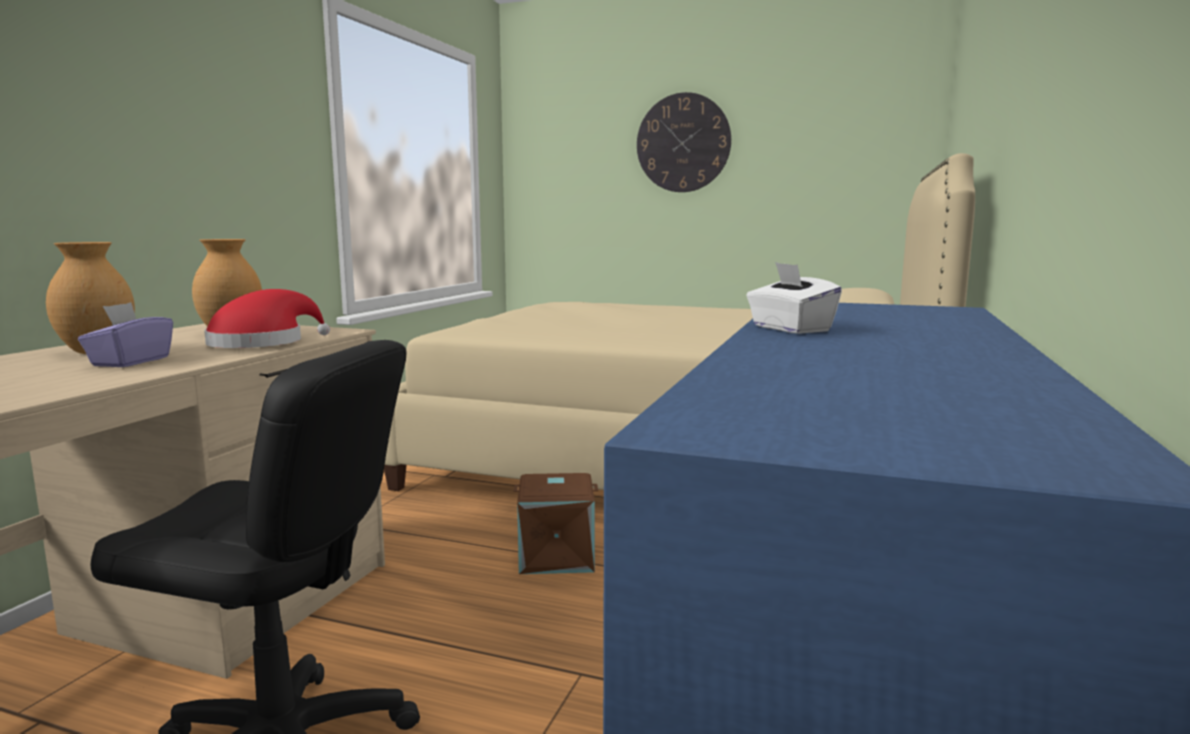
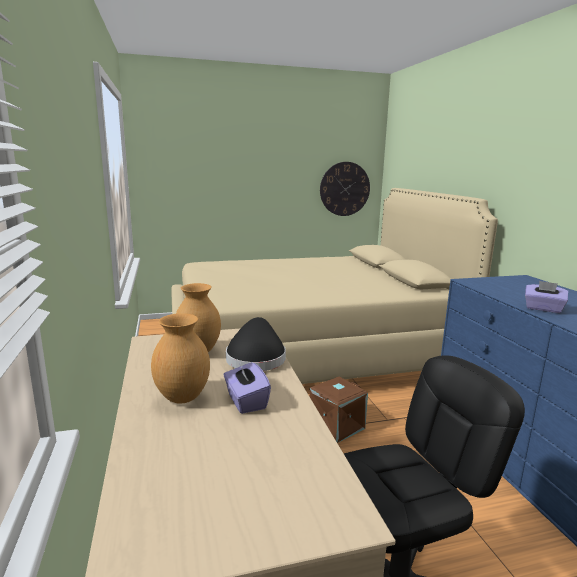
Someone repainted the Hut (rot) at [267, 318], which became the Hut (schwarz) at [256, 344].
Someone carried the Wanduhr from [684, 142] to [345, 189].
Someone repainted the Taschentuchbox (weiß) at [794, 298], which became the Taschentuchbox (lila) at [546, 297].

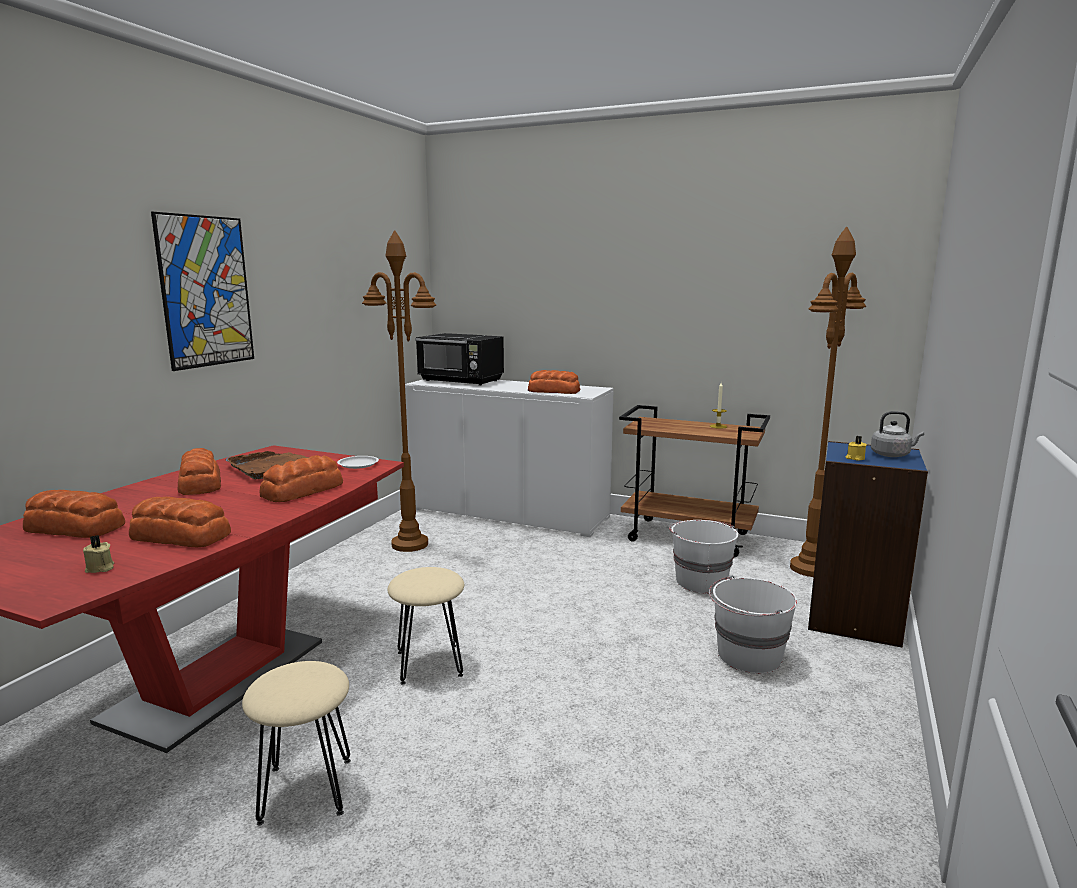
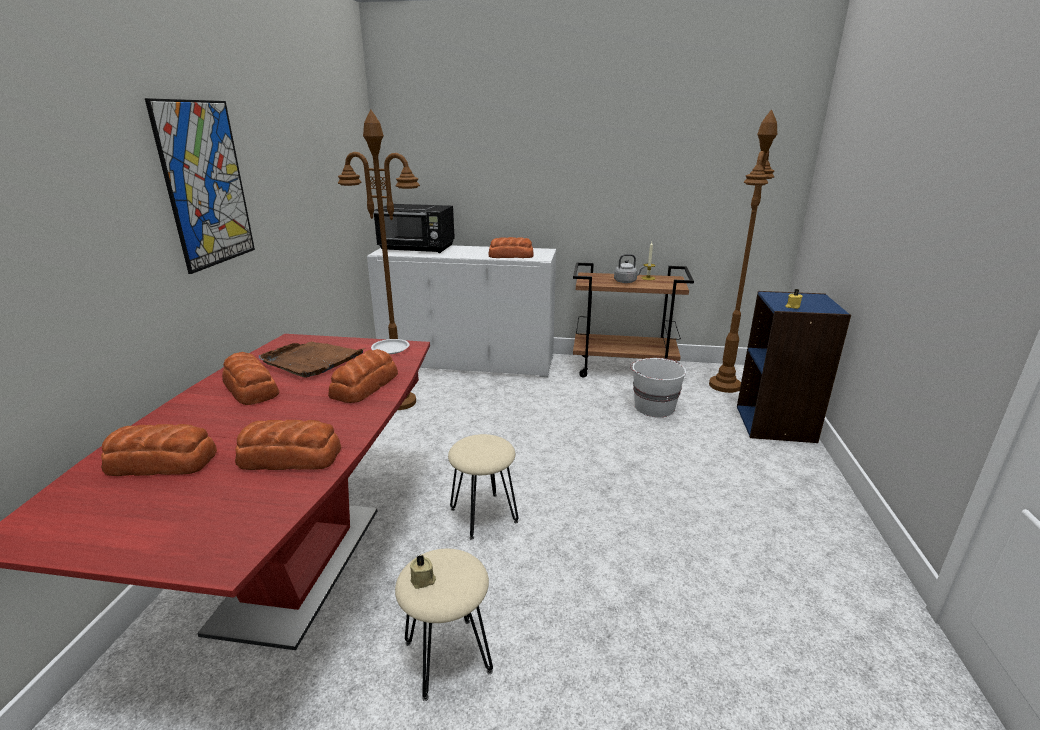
Someone carried the Kerze (beige) from [98, 554] to [423, 572].
Someone carried the Wasserkessel (grau) from [897, 434] to [629, 268].
Someone took away the Eimer (weiß) at [753, 625].

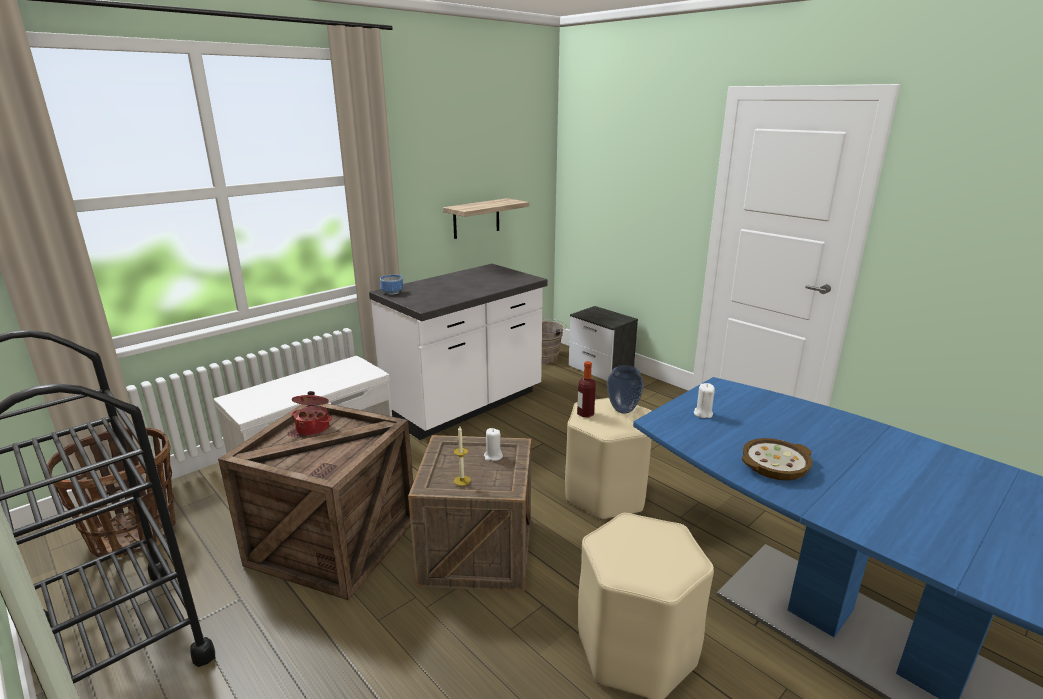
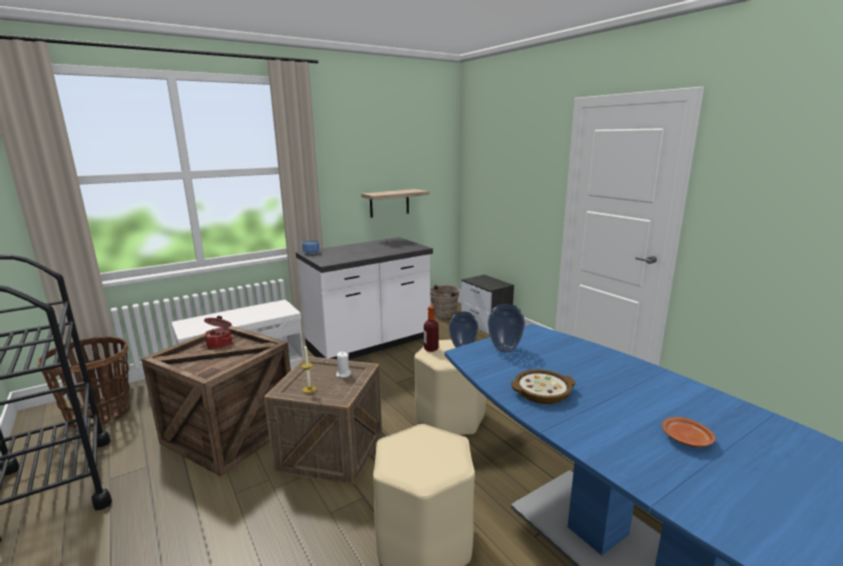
Someone swapped the Kerze (weiß) at [704, 400] for the Vase at [506, 328].
Someone put down the Teller (braun) at [689, 432].

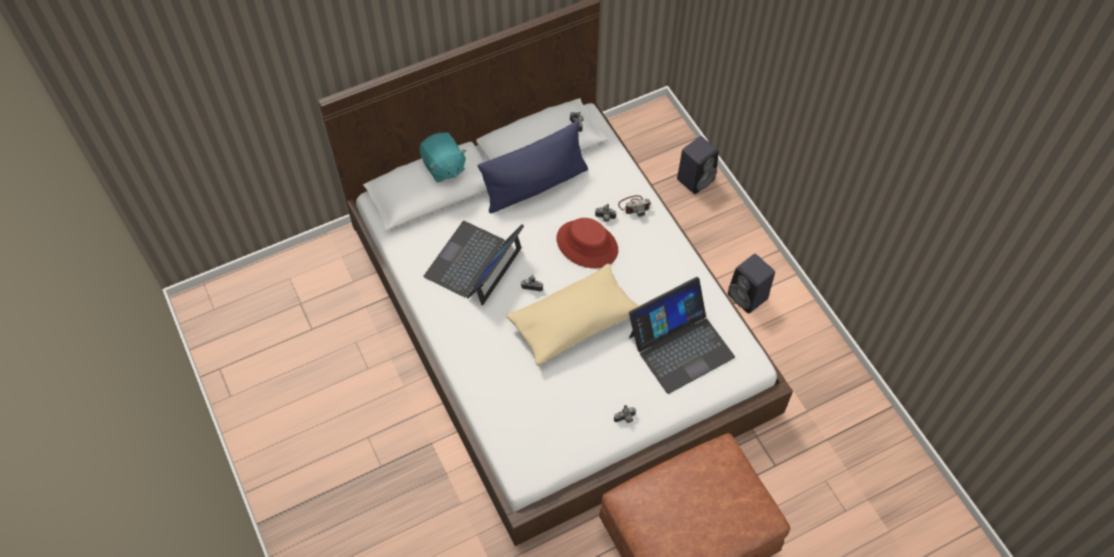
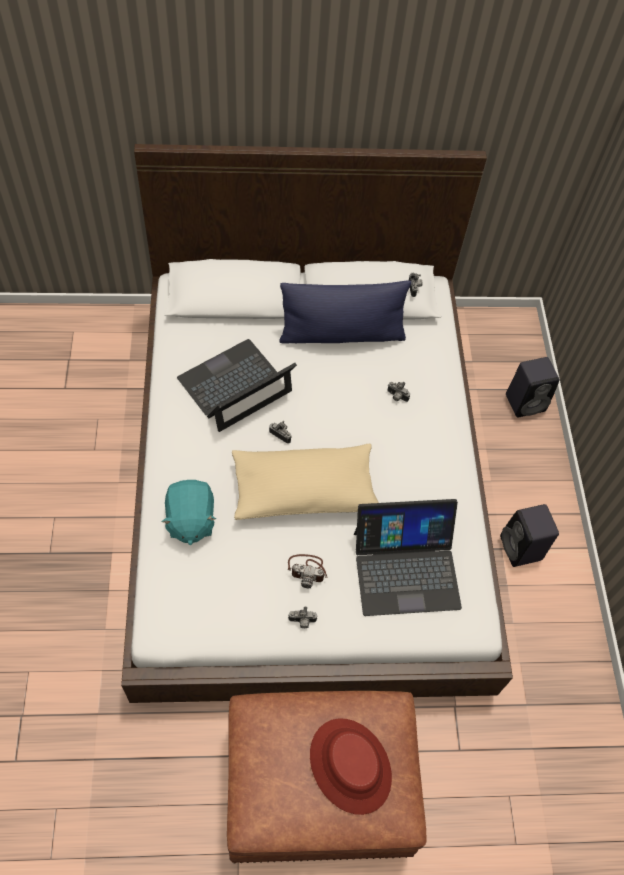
Someone carried the Plüschtier (türkis) from [443, 157] to [188, 512].
Someone carried the Kamera from [635, 206] to [308, 571].
Someone carried the Hut (rot) from [587, 243] to [351, 766].

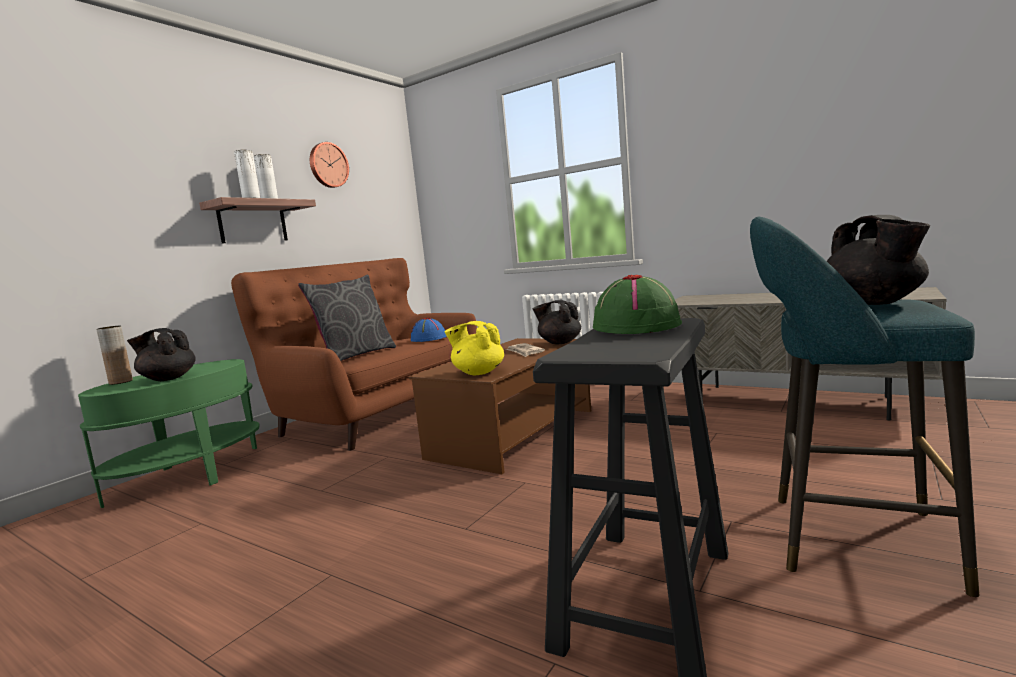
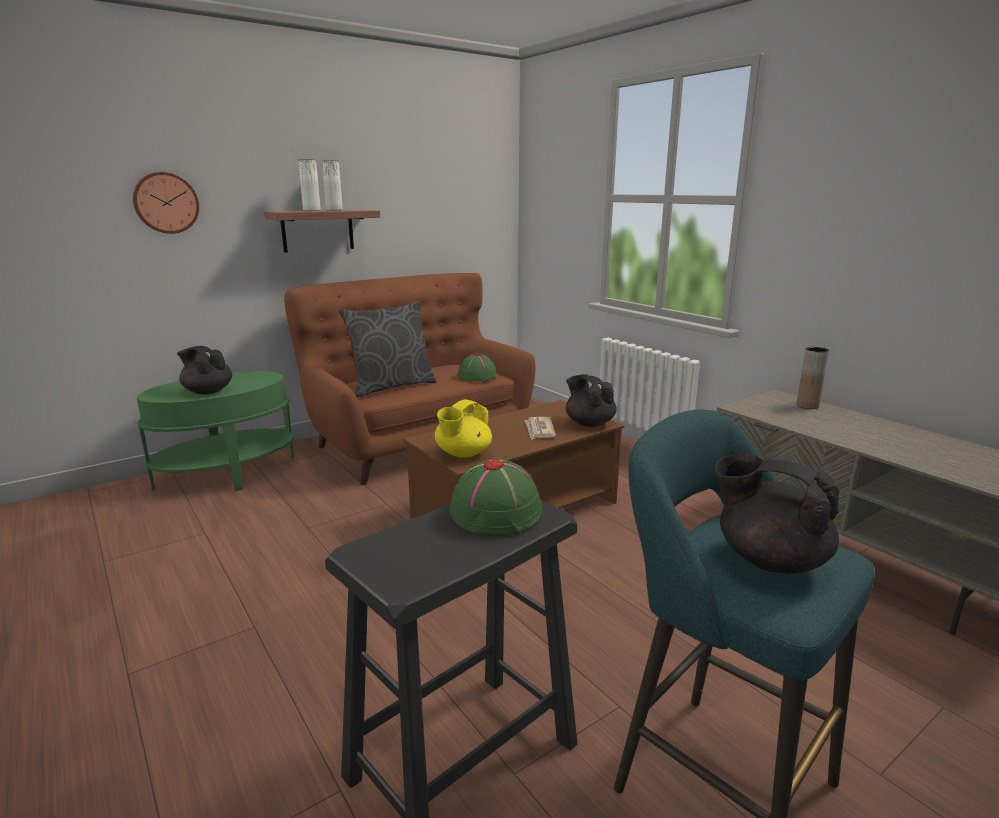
Someone carried the Wanduhr from [329, 165] to [166, 203].
Someone rotated the Teekanne (gelb) at [474, 348] by 105 degrees counterclockwise.
Someone repainted the Hut (blau) at [429, 329], which became the Hut (grün) at [477, 367].
Someone rotated the Teekanne (schwarz) at [878, 260] by 105 degrees clockwise.
Someone carried the Vase (braun) from [114, 355] to [813, 378].

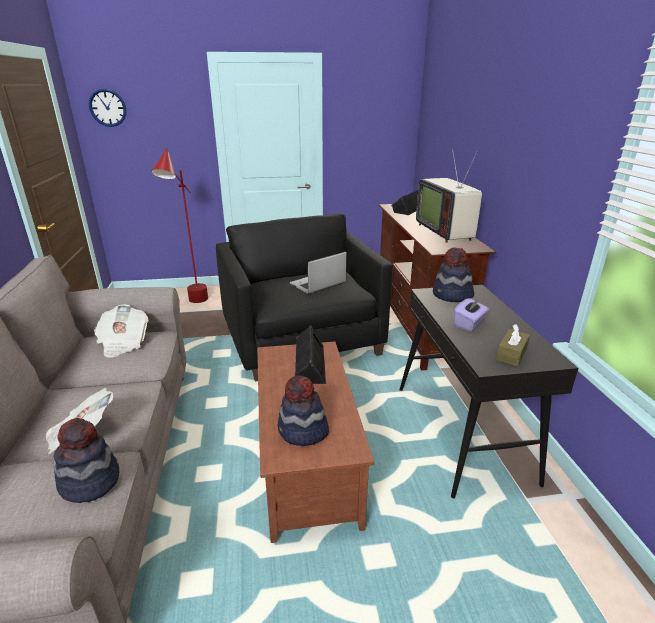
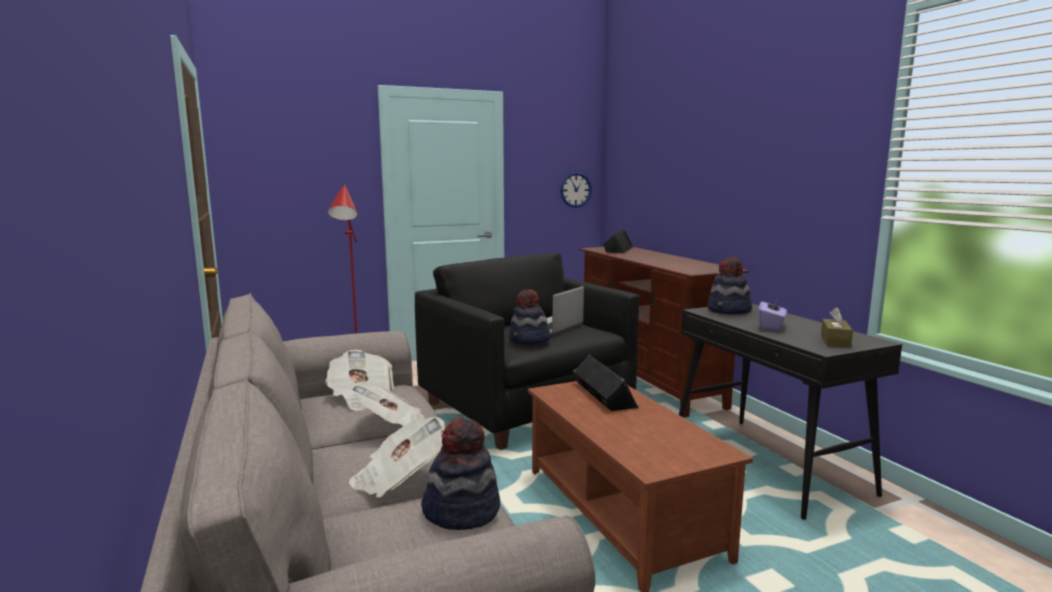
Someone put down the Zeitung at [387, 405].
Someone carried the Hut from [303, 410] to [530, 316].
Someone carried the Wanduhr from [108, 108] to [576, 190].
Someone took away the Fernseher at [449, 196].

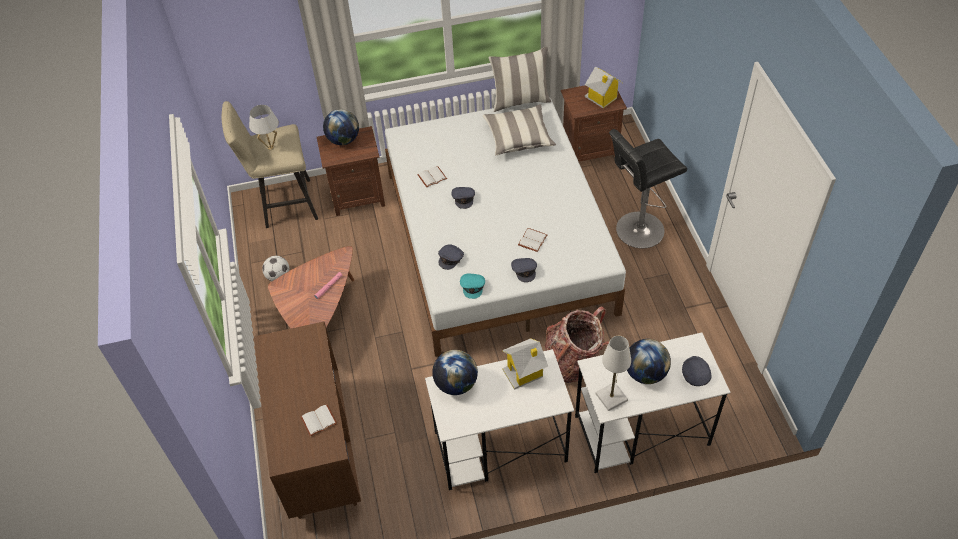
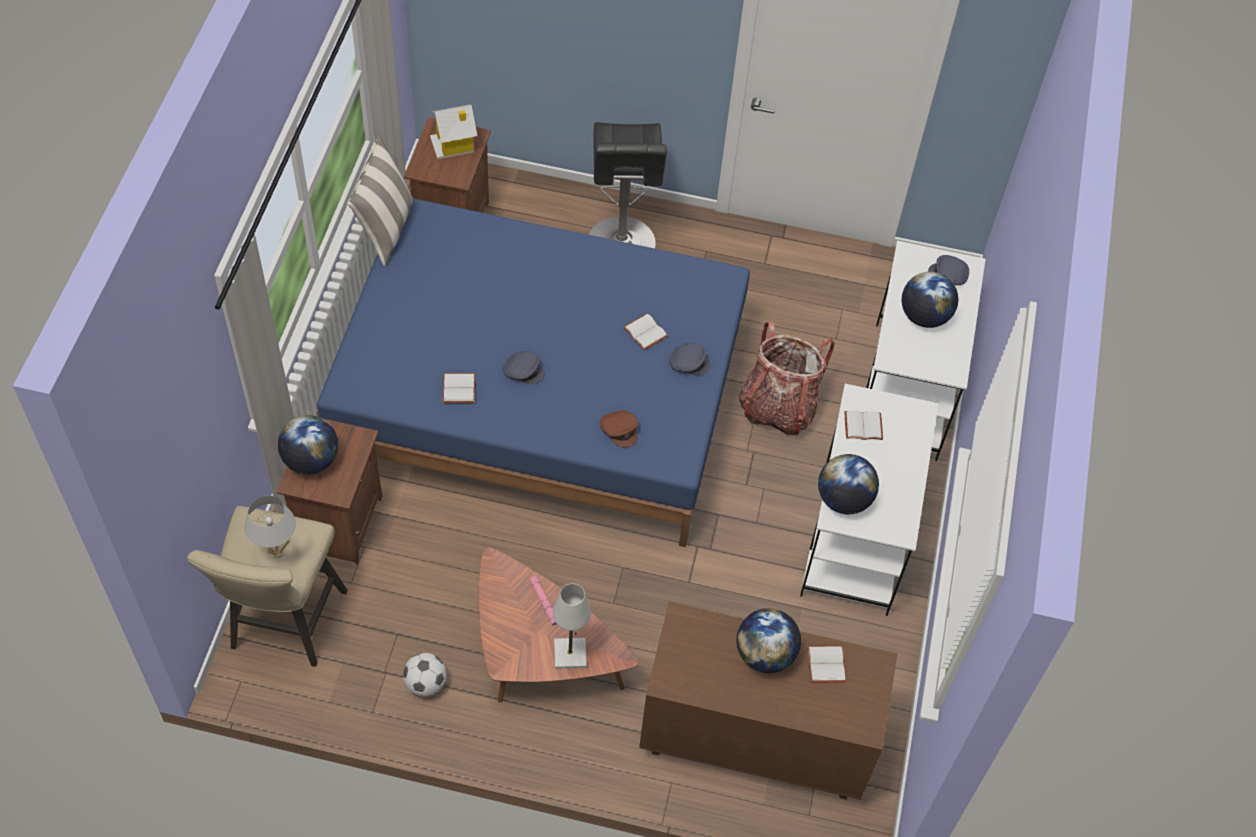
Someone repainted the Bett (weiß) at [505, 227], which became the Bett (blau) at [533, 373].
Someone carried the Tischlampe (weiß) from [613, 373] to [572, 626].
Someone repainted the Kappe (grau) at [451, 257], which became the Kappe (braun) at [618, 428].
Someone put down the Globus at [769, 640].
Someone swapped the Spielzeughaus at [525, 364] for the Buch (weiß) at [863, 425].
Someone took away the Kappe (türkis) at [472, 286].
Someone took away the Kissen at [519, 129].

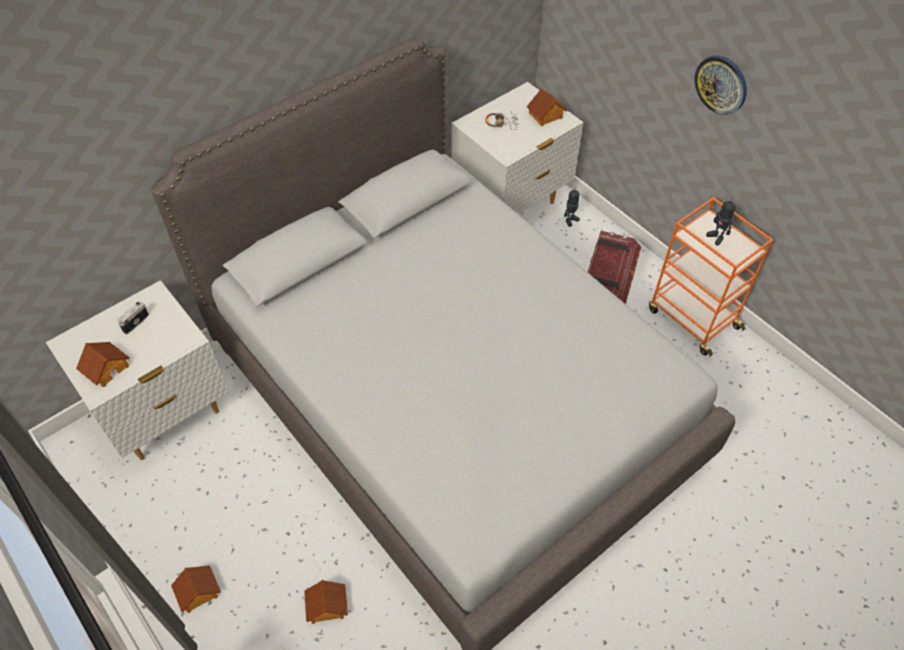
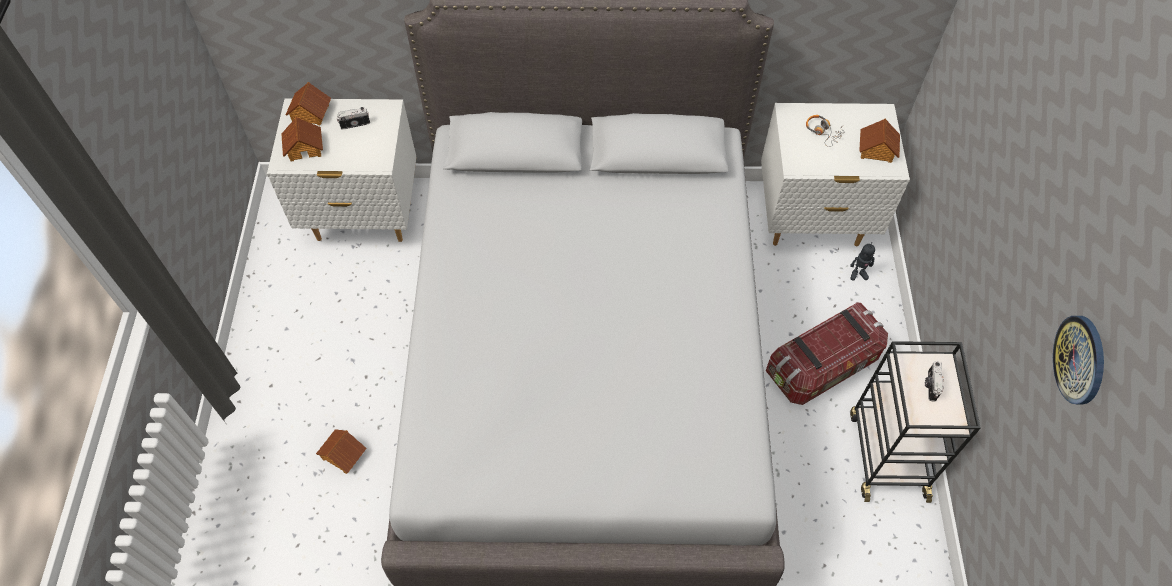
Someone carried the Spielzeughaus from [196, 589] to [308, 103].
Someone repainted the Rollwagen (orange) at [711, 277], which became the Rollwagen (schwarz) at [915, 422].
Someone swapped the Spielzeugroboter at [720, 221] for the Kamera at [934, 381].
Someone carried the Wanduhr from [720, 85] to [1078, 360].

